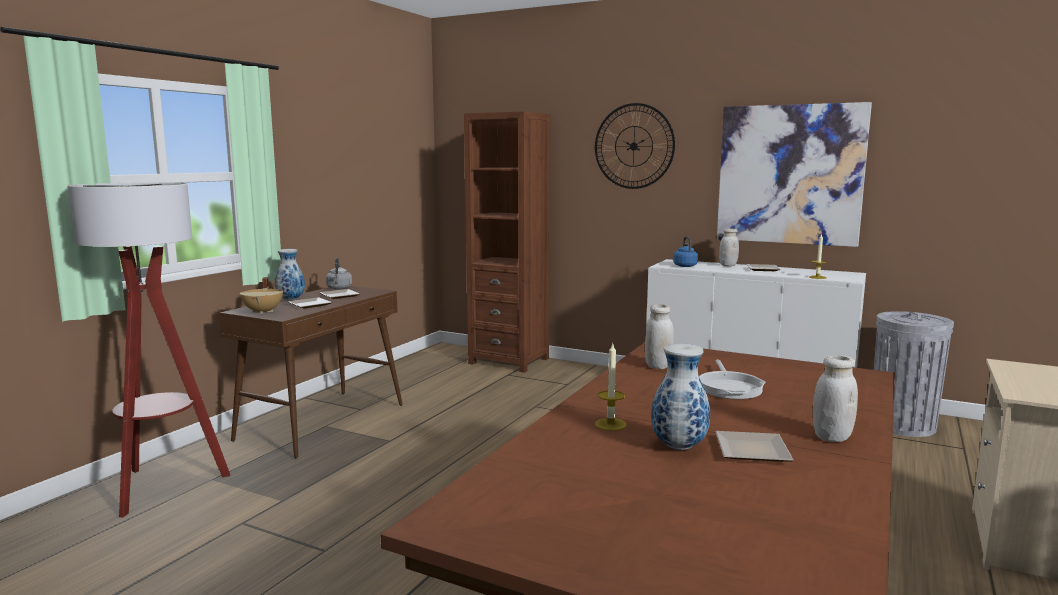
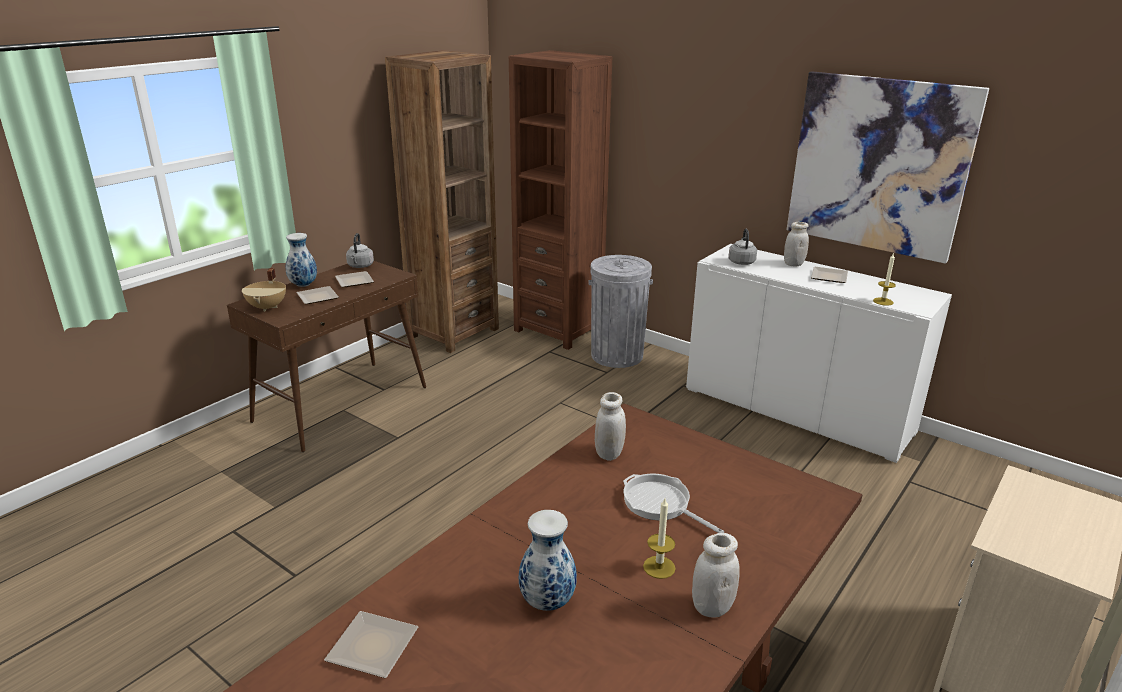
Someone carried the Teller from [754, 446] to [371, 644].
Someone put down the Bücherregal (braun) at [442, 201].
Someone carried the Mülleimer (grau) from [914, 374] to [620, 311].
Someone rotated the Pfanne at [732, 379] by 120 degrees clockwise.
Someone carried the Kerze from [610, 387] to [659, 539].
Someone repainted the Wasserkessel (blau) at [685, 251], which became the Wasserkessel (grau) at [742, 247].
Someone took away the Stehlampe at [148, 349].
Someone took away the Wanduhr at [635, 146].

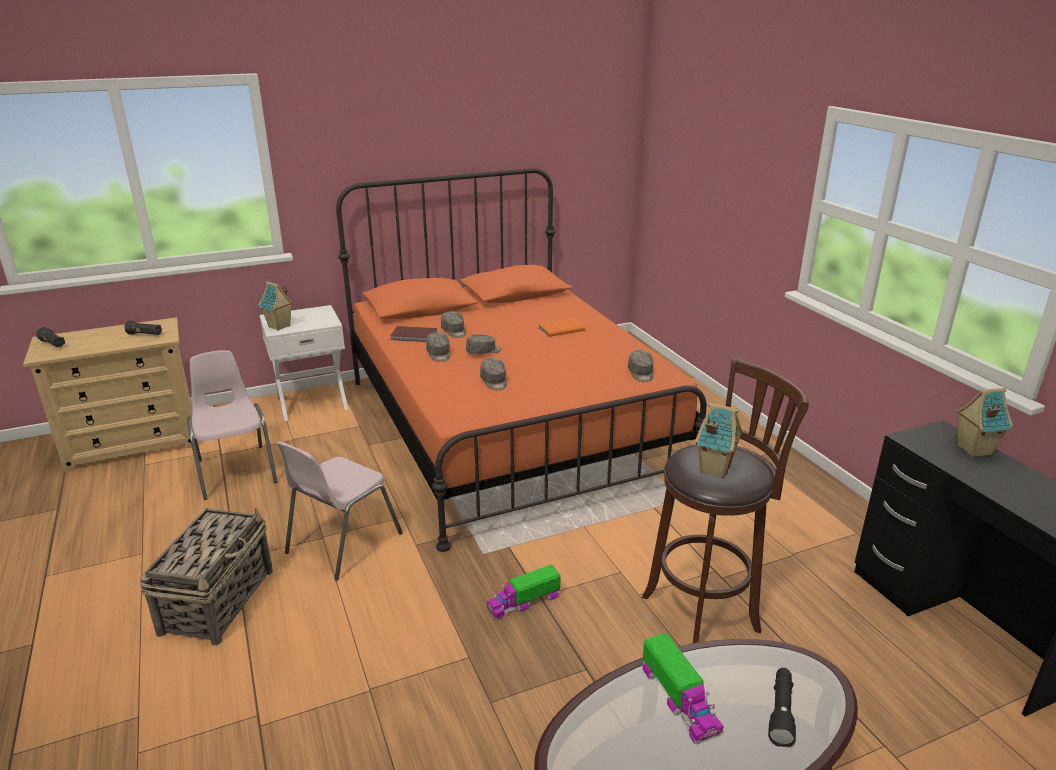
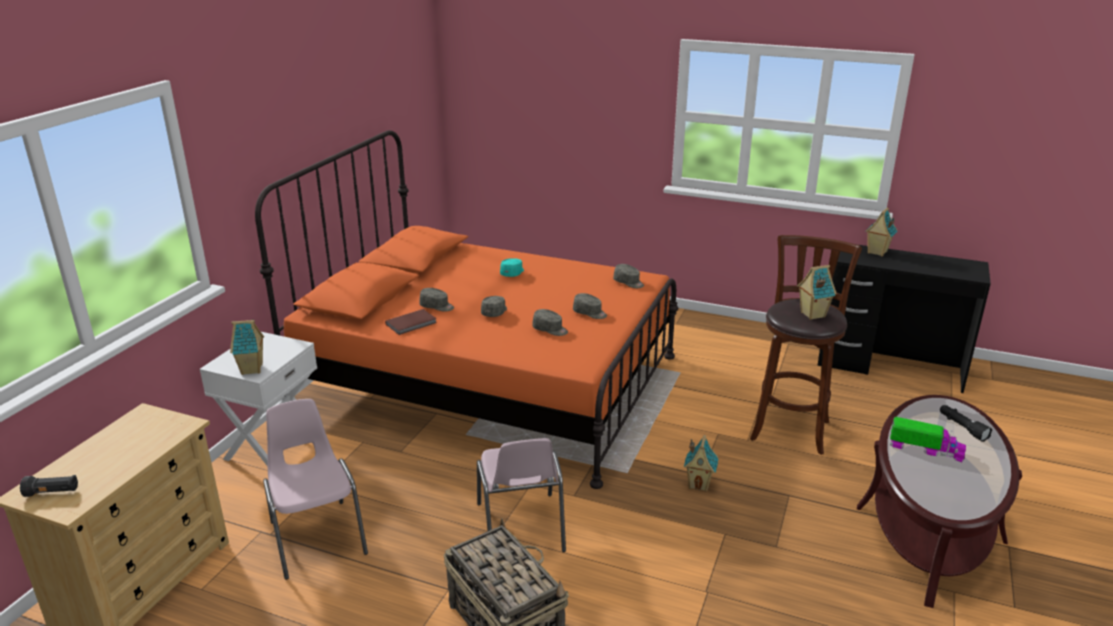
Someone rotated the Stuhl (rosa) at [232, 425] by 45 degrees clockwise.
Someone swapped the Buch (orange) at [562, 327] for the Kappe (türkis) at [512, 267].
Someone carried the Kappe (grau) from [438, 347] to [590, 306].
Someone swapped the Spielzeuglaster at [523, 592] for the Spielzeughaus at [701, 463].
Someone took away the Taschenlampe (schwarz) at [143, 327].

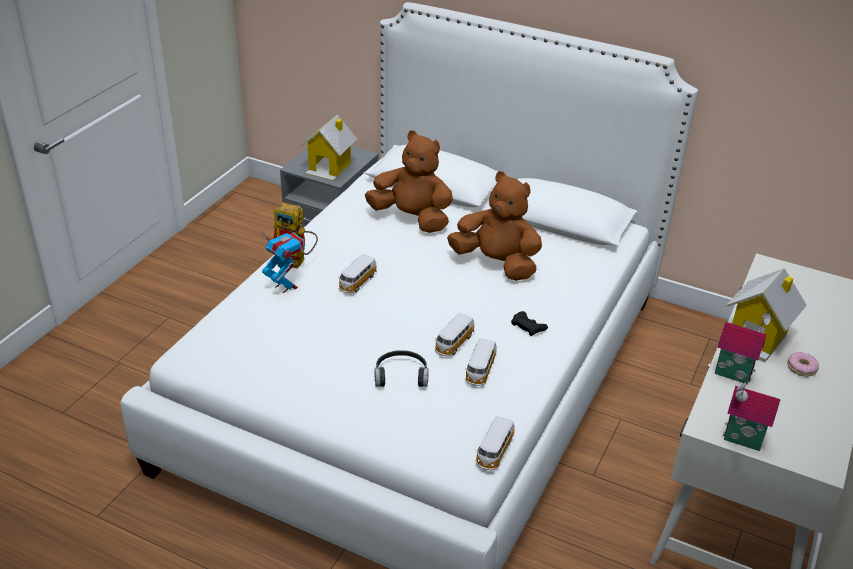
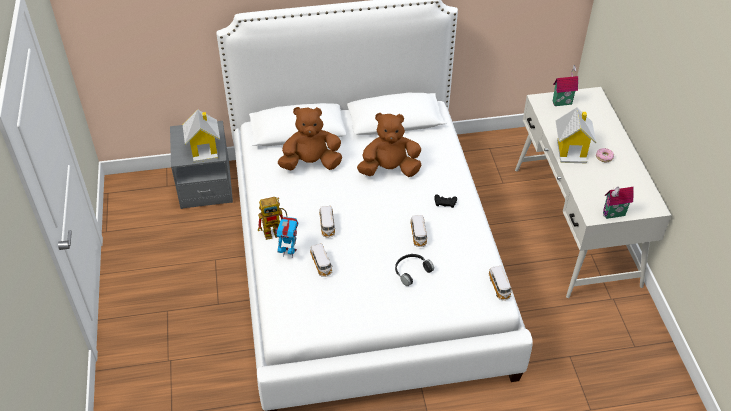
Someone carried the Spielzeugauto from [481, 362] to [321, 260].
Someone carried the Spielzeughaus from [743, 348] to [566, 85].

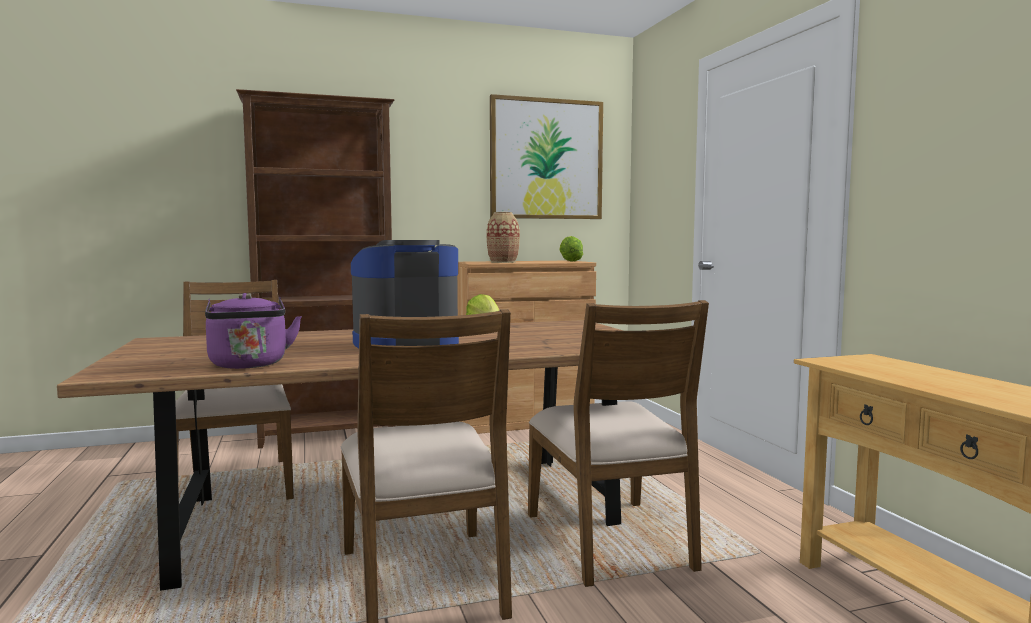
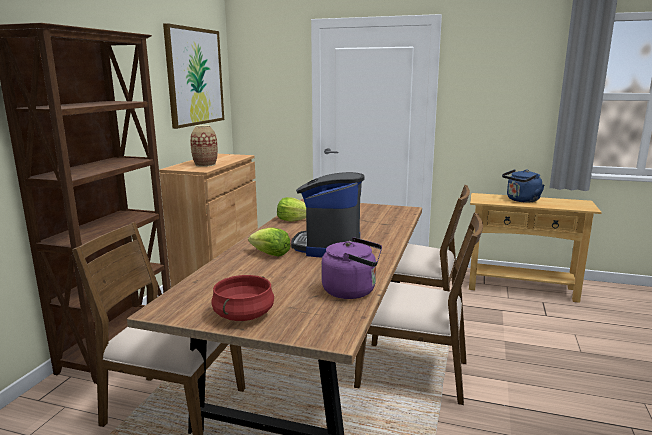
Someone put down the Kochtopf (rot) at [242, 298].
Someone carried the Salatkopf from [571, 249] to [269, 242].
Someone put down the Wasserkessel (blau) at [523, 186].

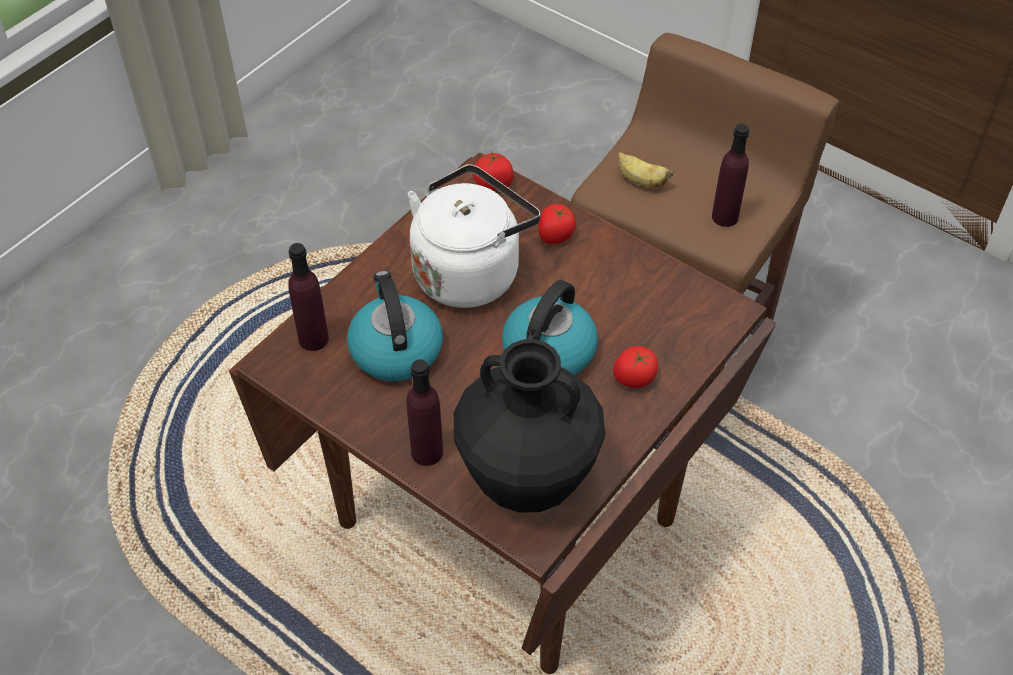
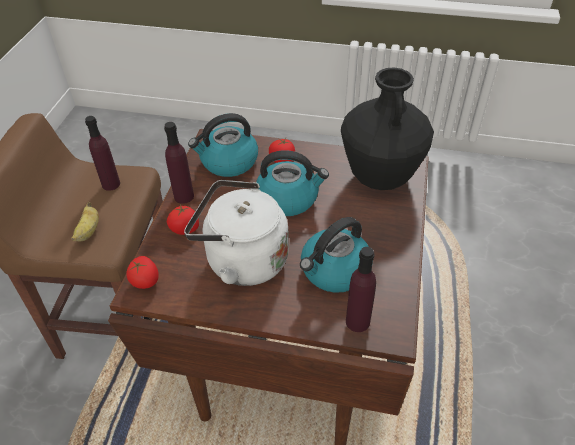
Someone carried the Flasche (lila) from [424, 412] to [179, 163].
Someone put down the Wasserkessel at [223, 145].

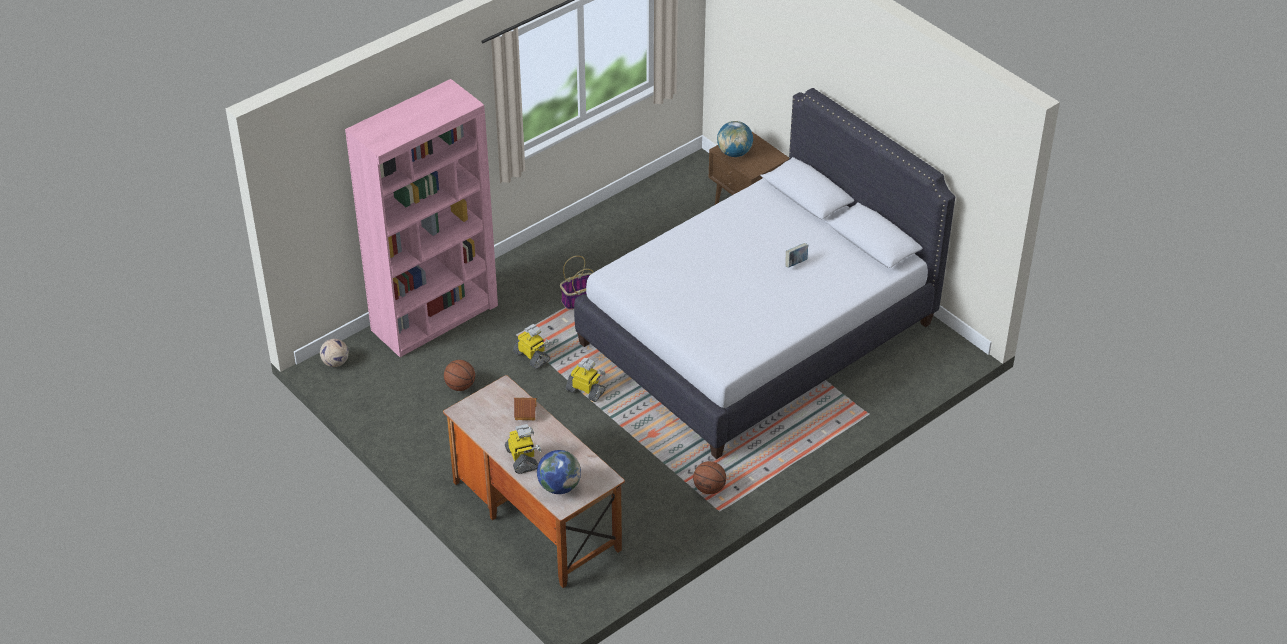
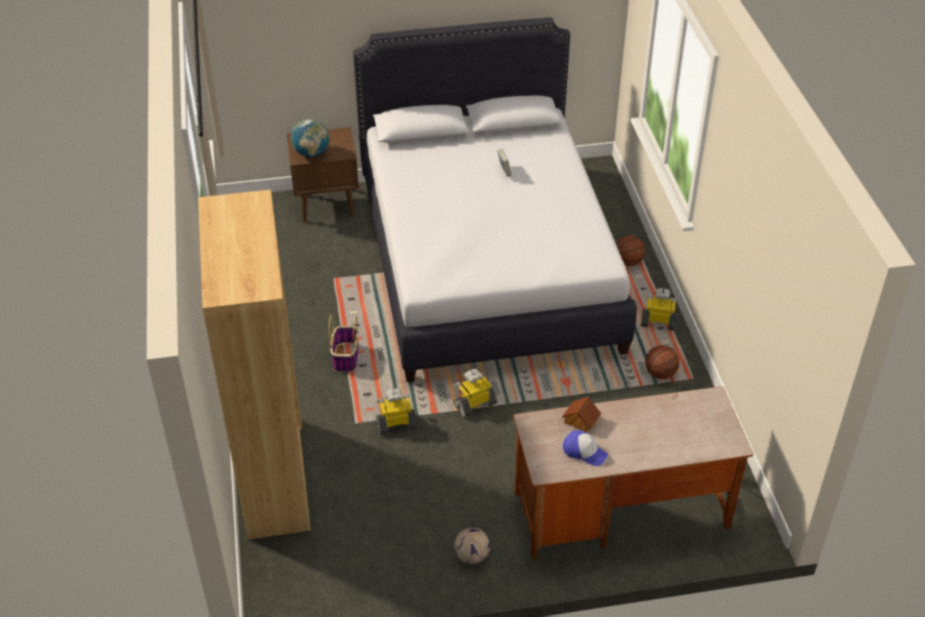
Someone repainted the Bücherregal (rosa) at [421, 218], which became the Bücherregal (braun) at [254, 365].
Someone carried the Fußball from [334, 353] to [472, 546].
Someone put down the Kappe at [585, 448].
Someone carried the Basketball from [459, 375] to [630, 250].
Someone carried the Spielzeugroboter from [523, 449] to [659, 309].
Someone took away the Globus at [559, 472].

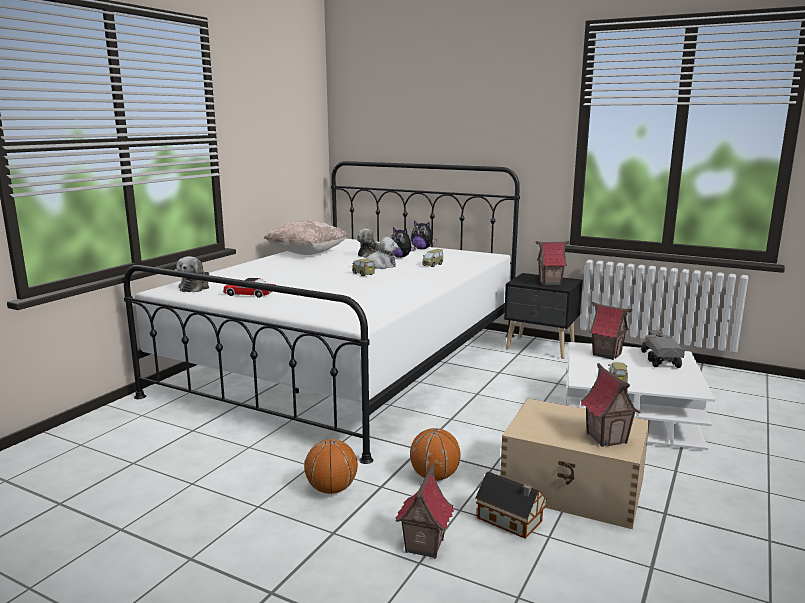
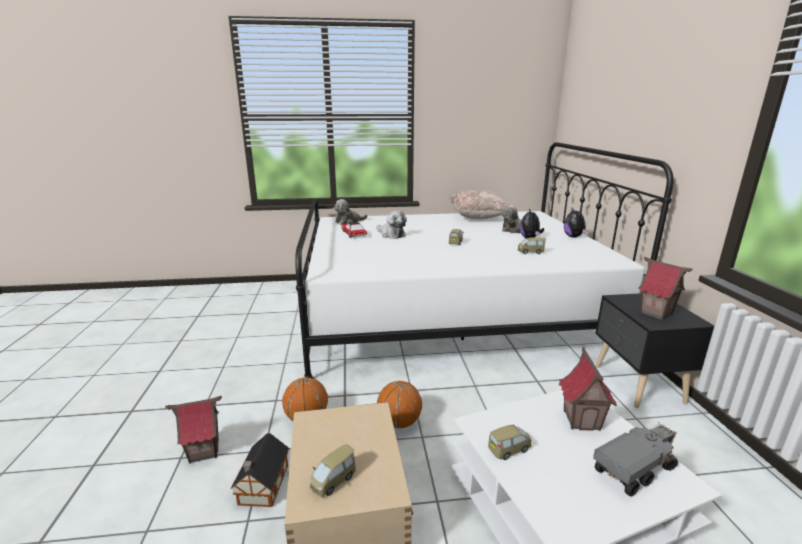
Someone swapped the Spielzeughaus at [611, 405] for the Spielzeugauto at [333, 470].
Someone carried the Plüschtier from [375, 253] to [392, 224].
Someone carried the Basketball from [331, 466] to [399, 404].

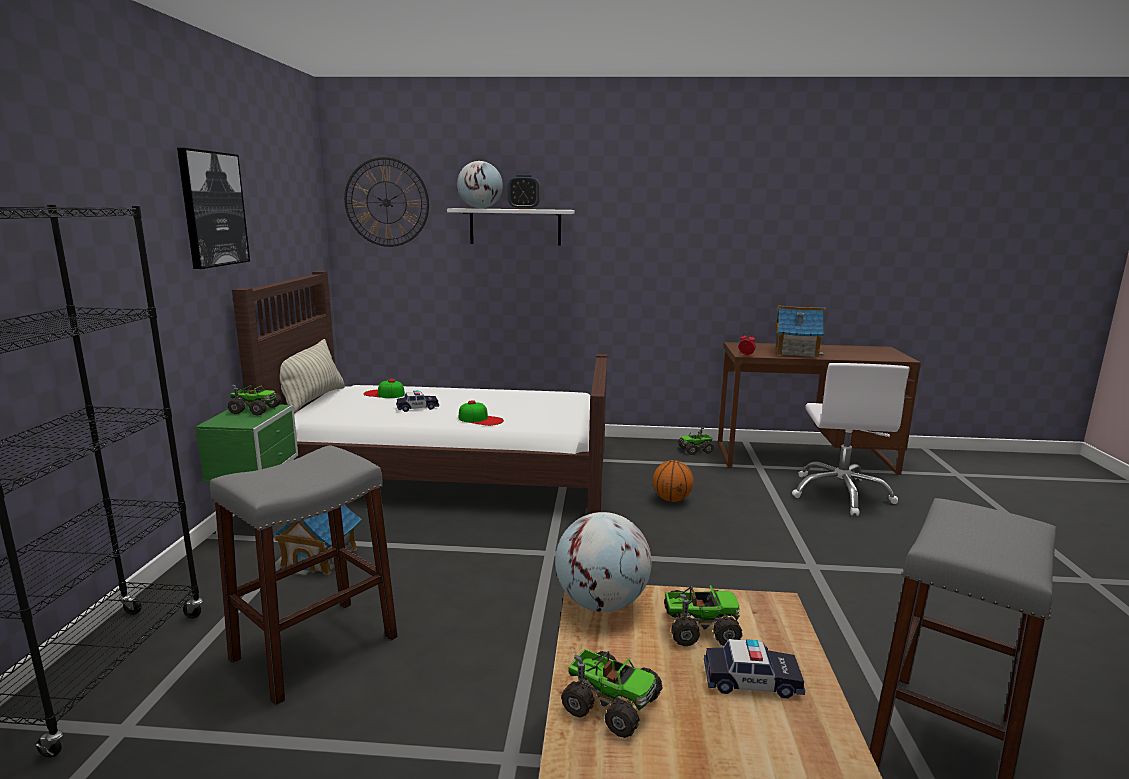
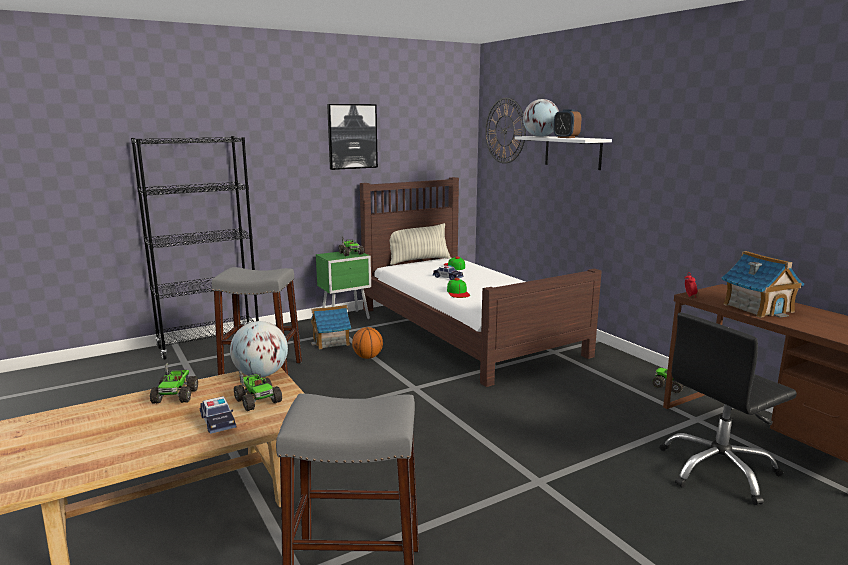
Someone carried the Basketball from [673, 481] to [367, 343].
Someone repainted the Bürostuhl (weiß) at [851, 439], which became the Bürostuhl (schwarz) at [728, 409].

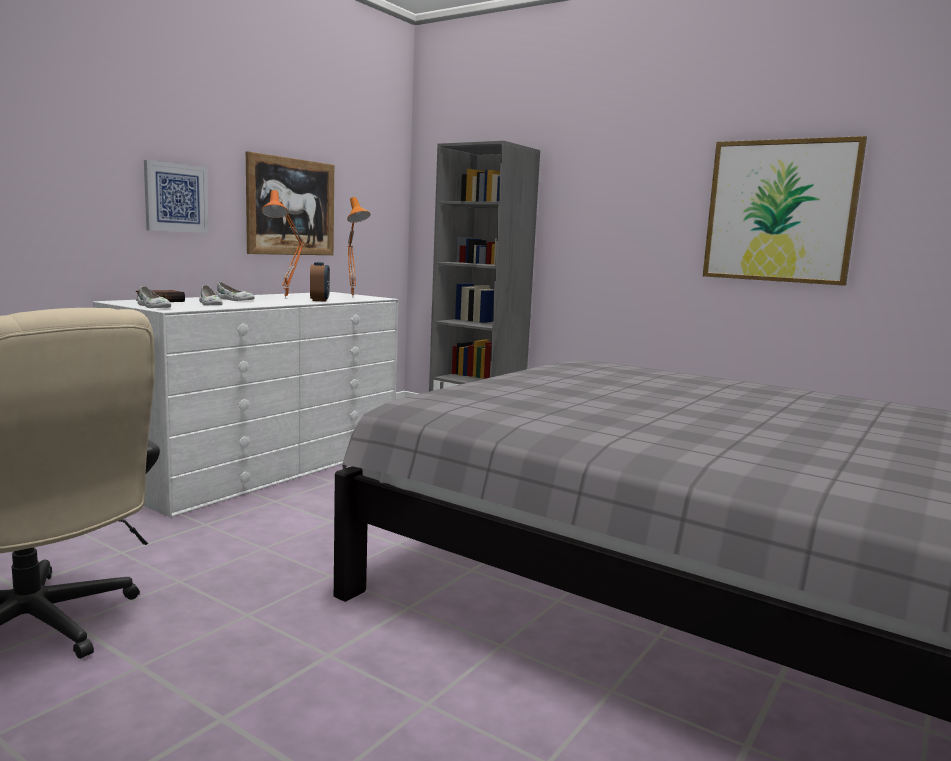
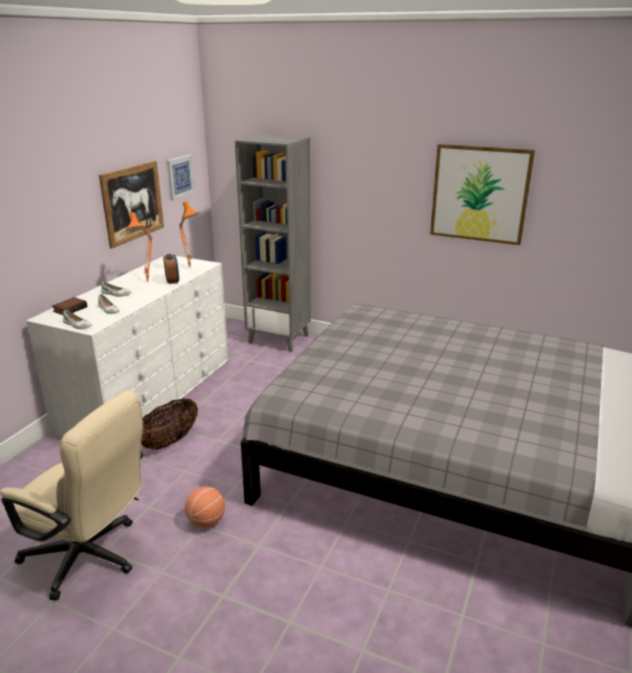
Someone put down the Korb at [169, 424].
Someone carried the Bild from [176, 196] to [181, 177].
Someone put down the Basketball at [205, 507].

